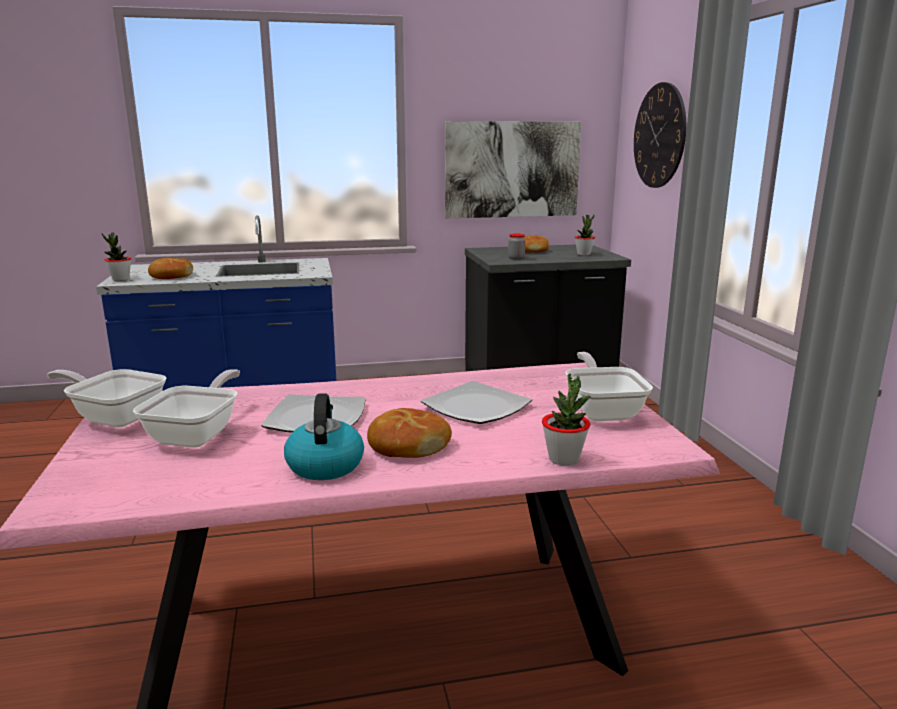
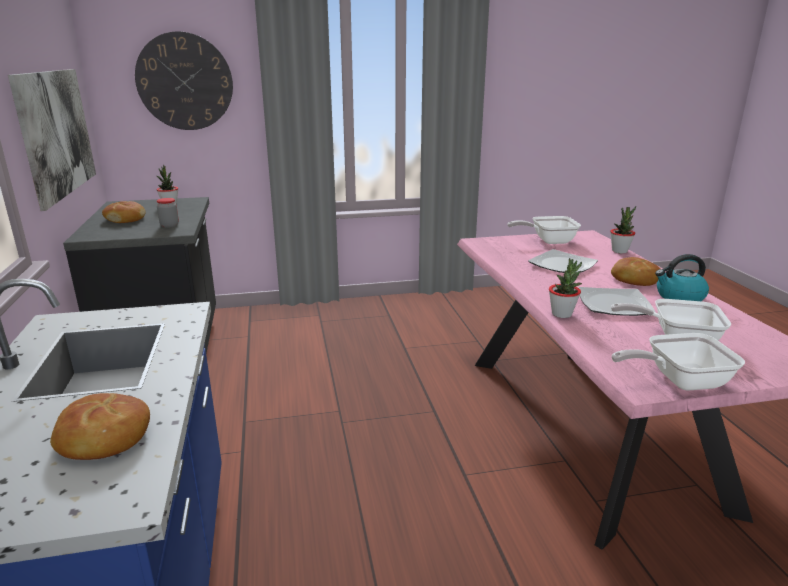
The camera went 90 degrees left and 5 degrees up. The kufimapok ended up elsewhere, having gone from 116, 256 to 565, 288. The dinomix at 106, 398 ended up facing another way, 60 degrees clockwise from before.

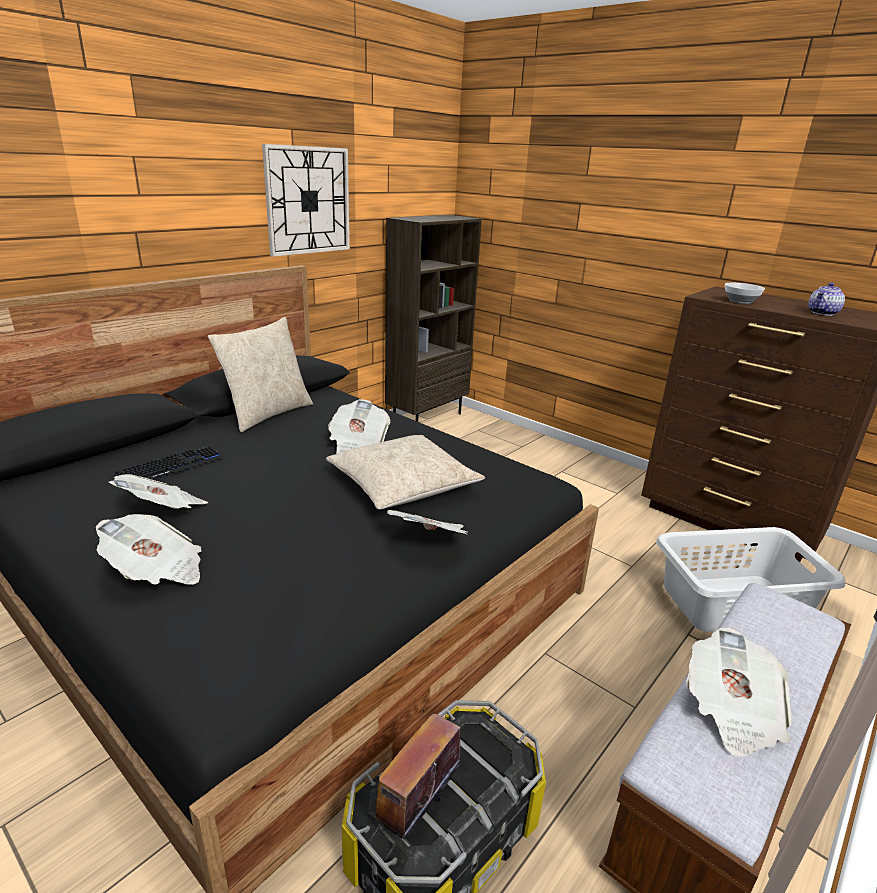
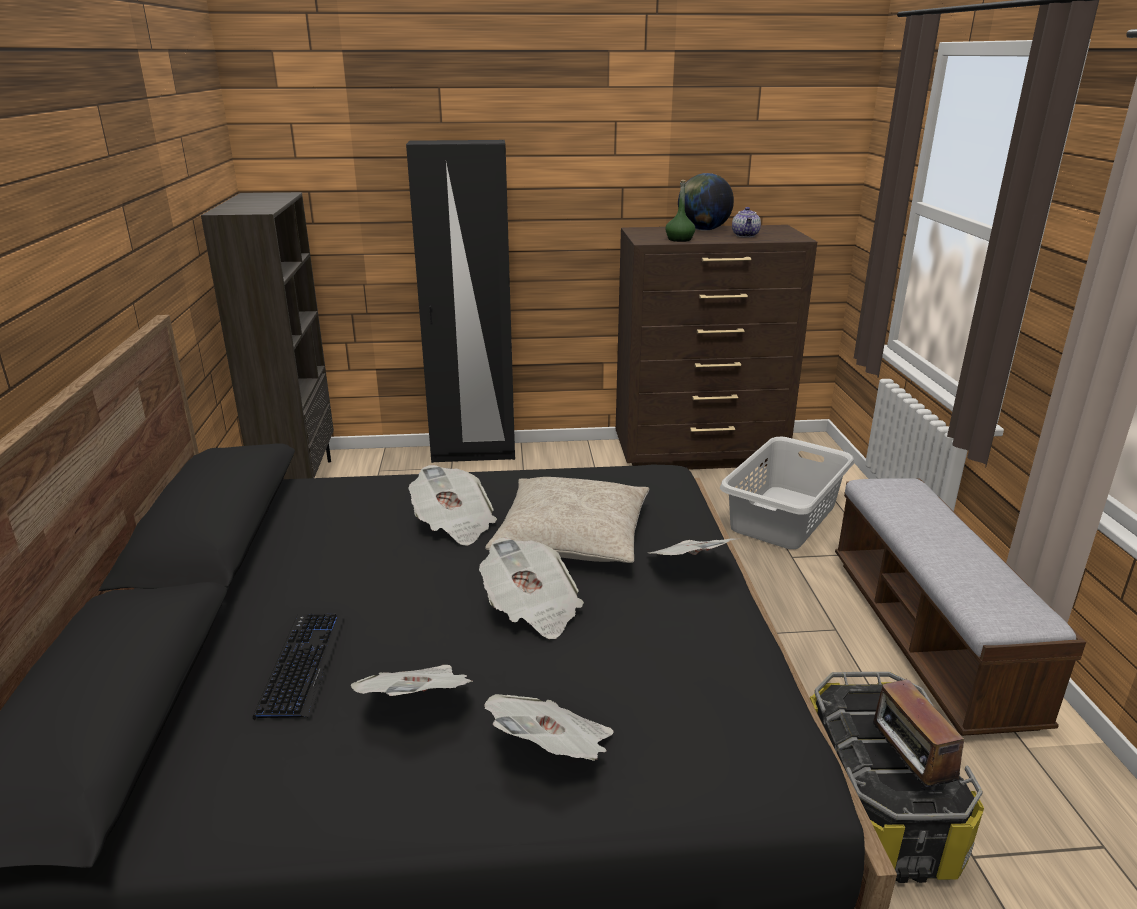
The camera went 45 degrees left and 0 degrees up. The second view gained the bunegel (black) at 460, 301. The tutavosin ended up elsewhere, having gone from 738, 692 to 531, 588. Where the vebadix stood at 745, 293, the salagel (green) came to stand at 680, 211. The second view gained the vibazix at 706, 202. The second view lost the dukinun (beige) at 260, 374. The second view lost the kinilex at 306, 200.

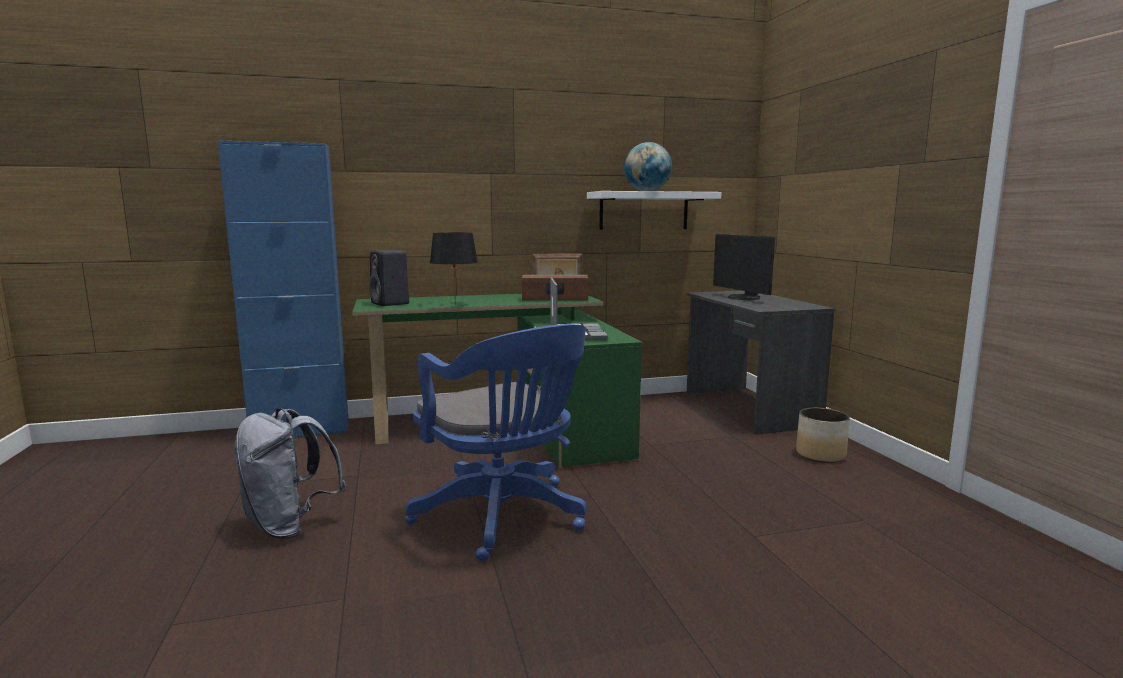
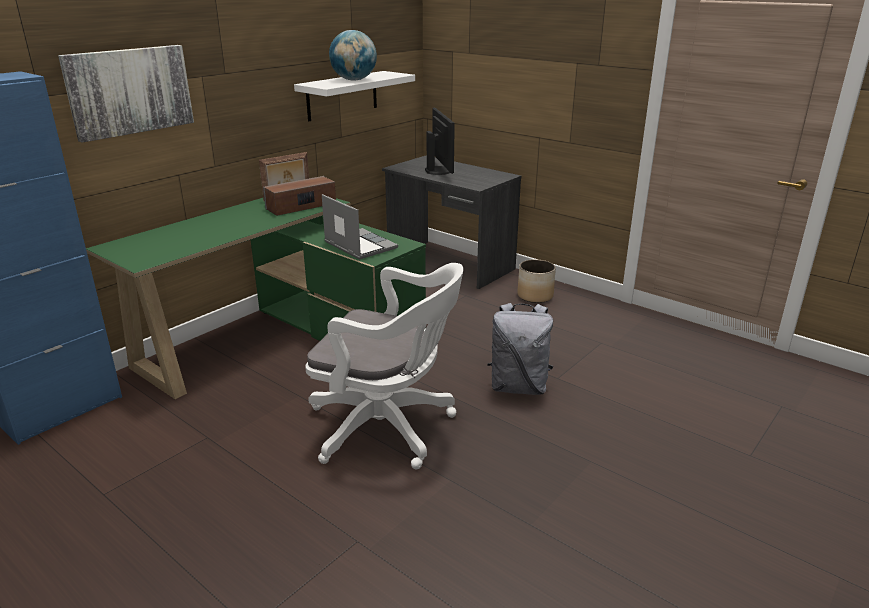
The camera went 35 degrees left and 15 degrees up. The second view gained the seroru at 126, 94. What was the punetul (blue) at 496, 443 turned into the punetul (white) at 384, 366. The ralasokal at 744, 267 ended up facing another way, 135 degrees counterclockwise from before. The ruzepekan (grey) ended up elsewhere, having gone from 290, 473 to 520, 349. The second view lost the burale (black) at 389, 278. The second view lost the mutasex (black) at 454, 269.

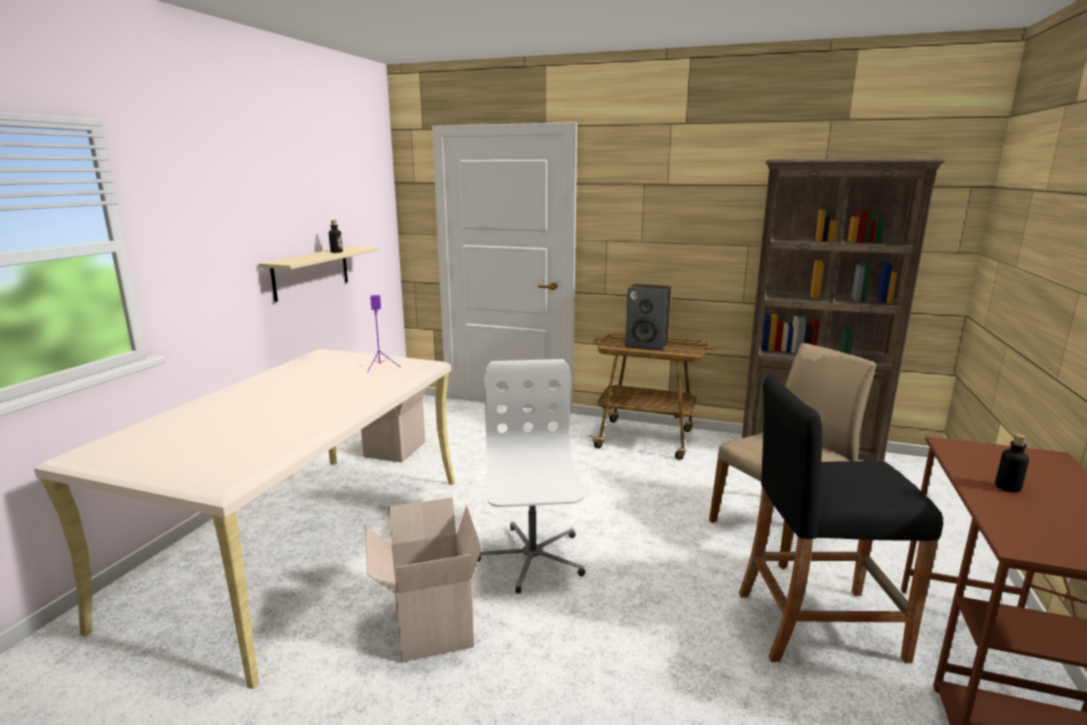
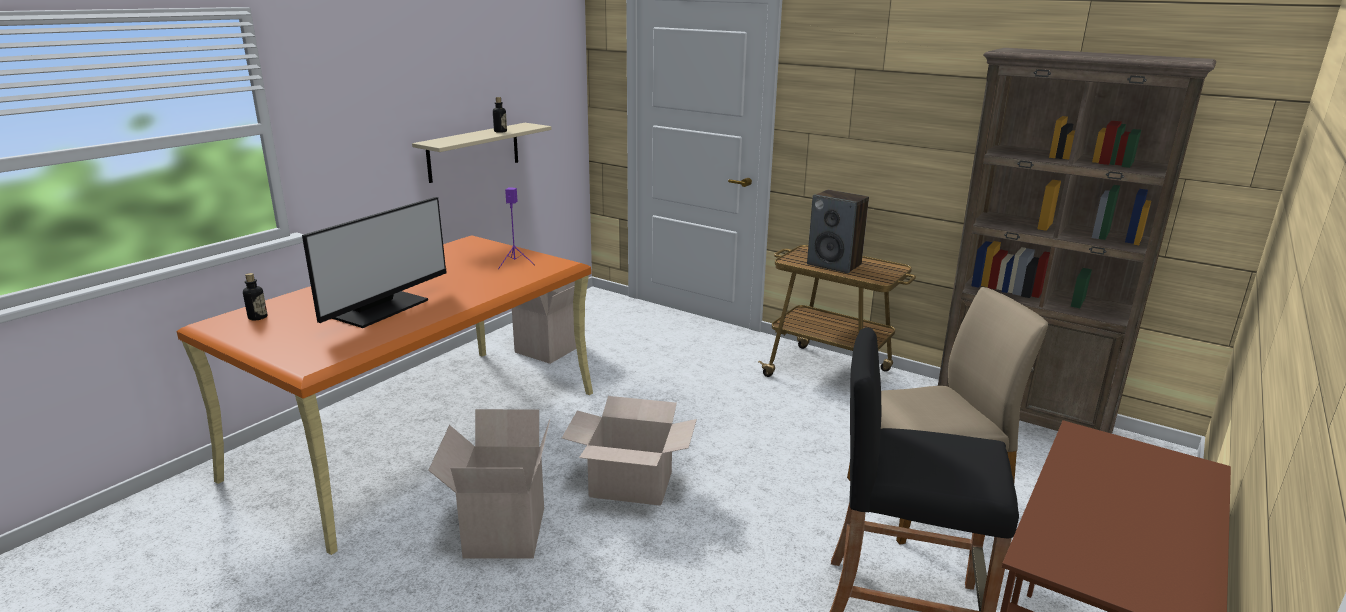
The camera went 15 degrees right and 5 degrees up. What was the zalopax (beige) at 244, 519 turned into the zalopax (orange) at 384, 395. The salagel ended up elsewhere, having gone from 1012, 463 to 255, 296. The second view gained the ralasokal at 374, 262. Where the punetul (white) stood at 531, 476, the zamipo came to stand at 629, 451.

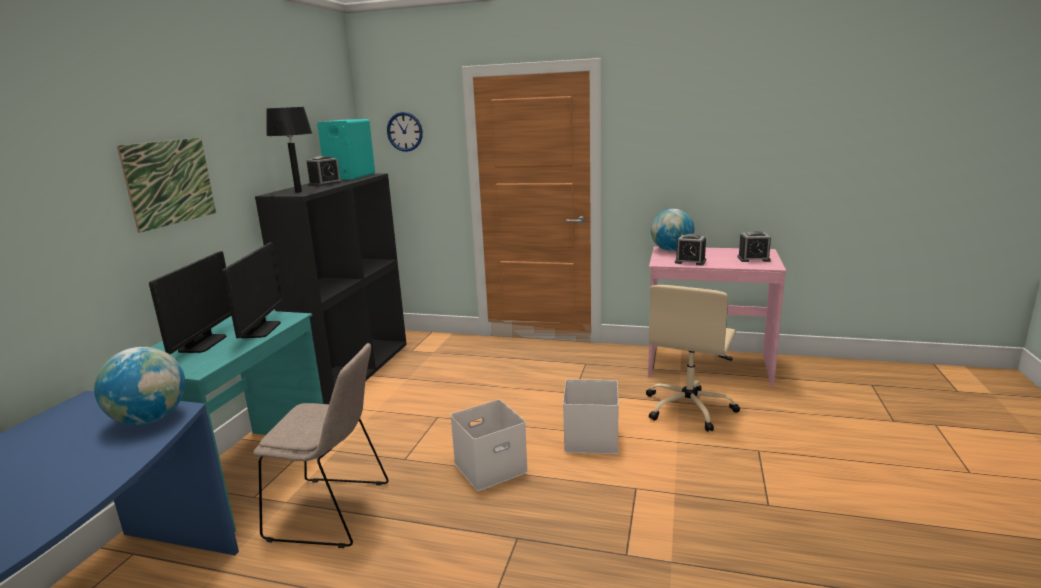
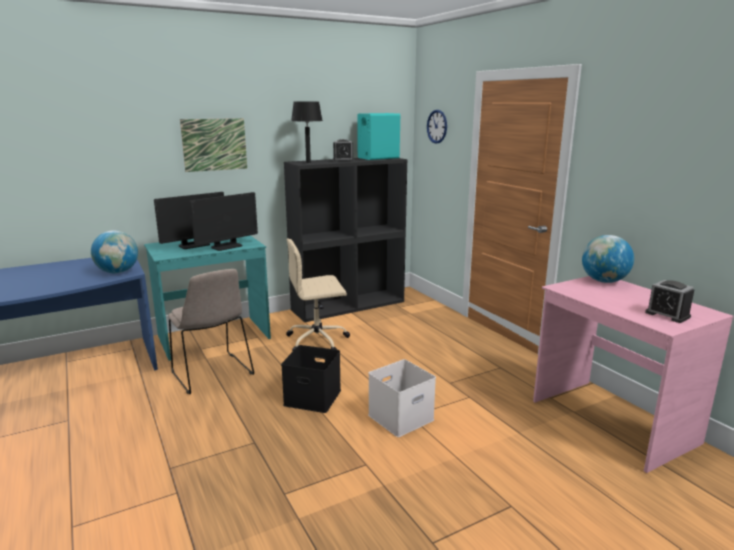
The camera went 45 degrees right and 0 degrees up. What was the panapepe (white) at 489, 445 turned into the panapepe (black) at 311, 379. The punetul (beige) ended up elsewhere, having gone from 693, 358 to 318, 294. The second view lost the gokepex at 690, 250.

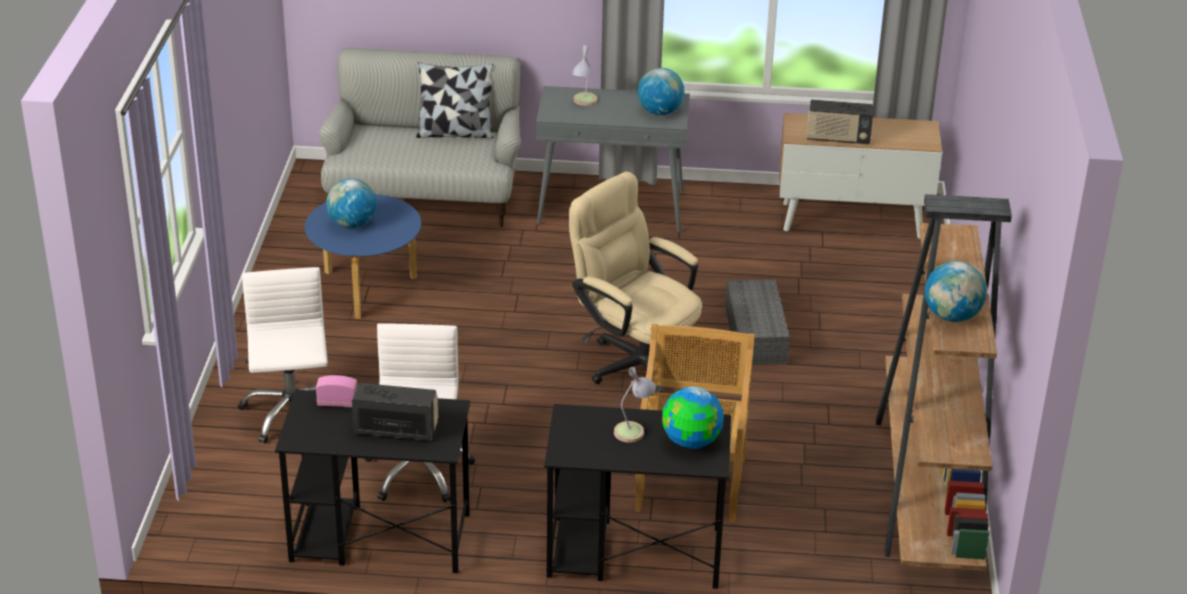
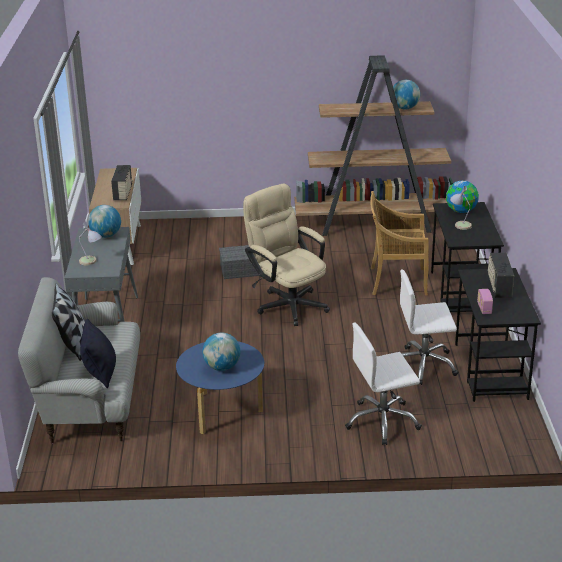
The camera went 95 degrees left and 5 degrees down. The second view gained the dukinun (black) at 98, 353. The punetul (beige) at 635, 282 ended up facing another way, 105 degrees clockwise from before.

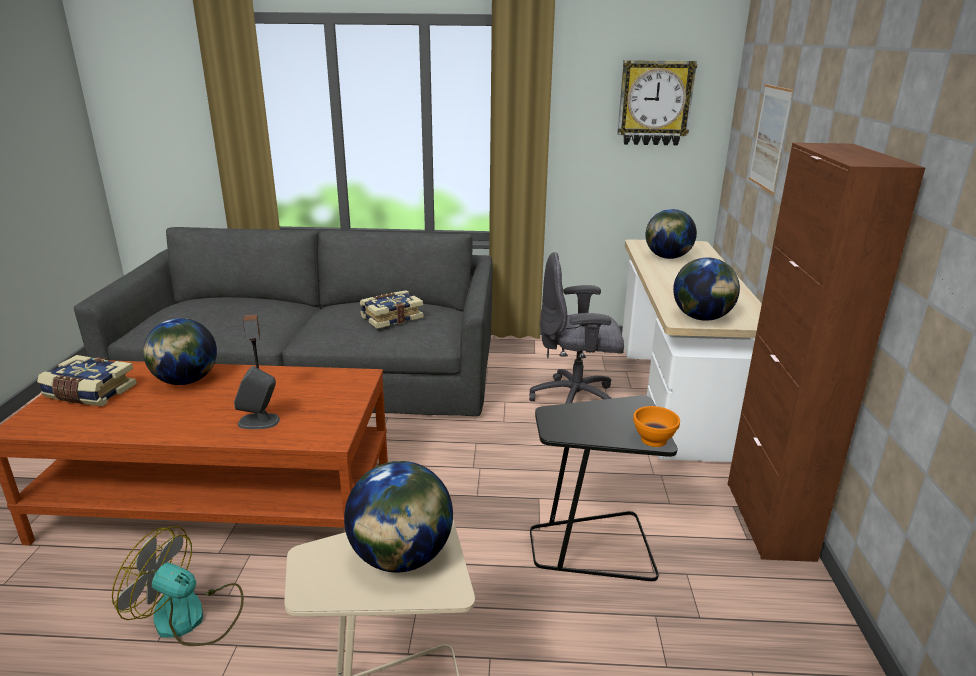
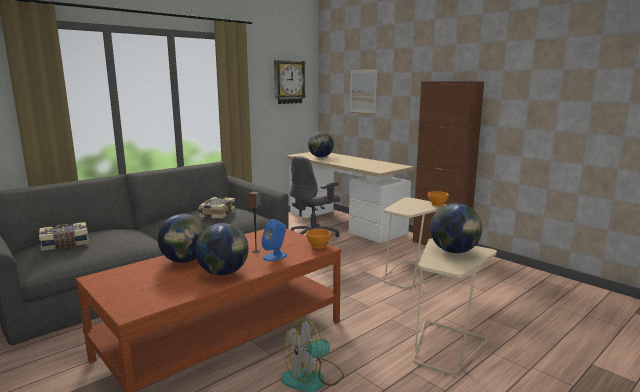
The camera went 45 degrees left and 10 degrees down. The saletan ended up elsewhere, having gone from 87, 380 to 64, 236. The vibazix ended up elsewhere, having gone from 706, 289 to 222, 249. What was the burale (grey) at 257, 397 turned into the burale (blue) at 274, 240. The second view gained the vebadix (orange) at 318, 239. What was the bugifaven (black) at 604, 488 turned into the bugifaven (beige) at 414, 243.

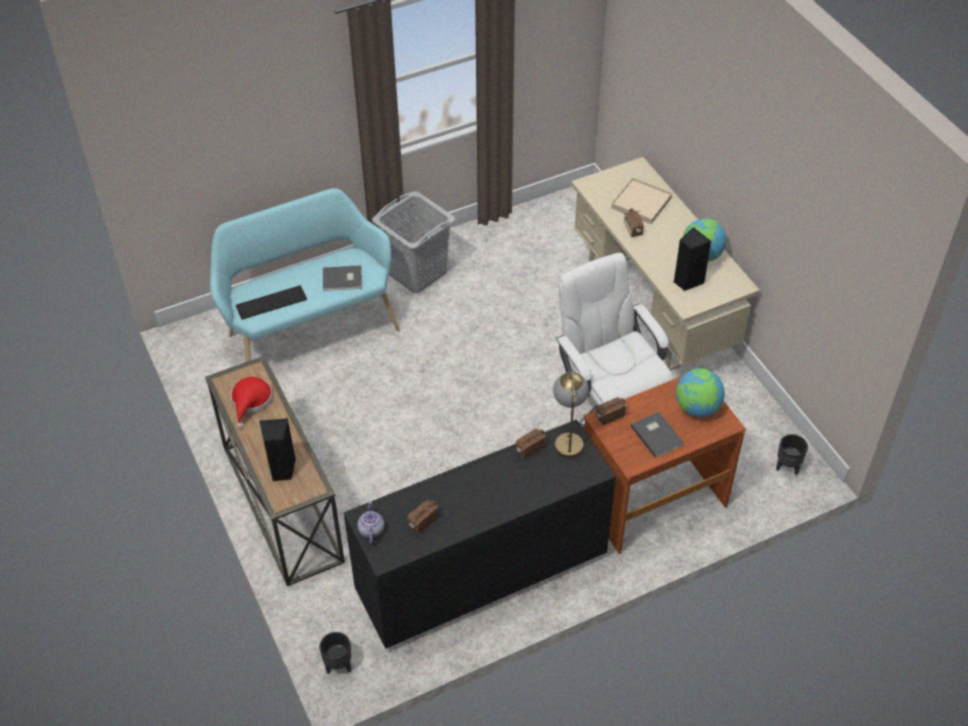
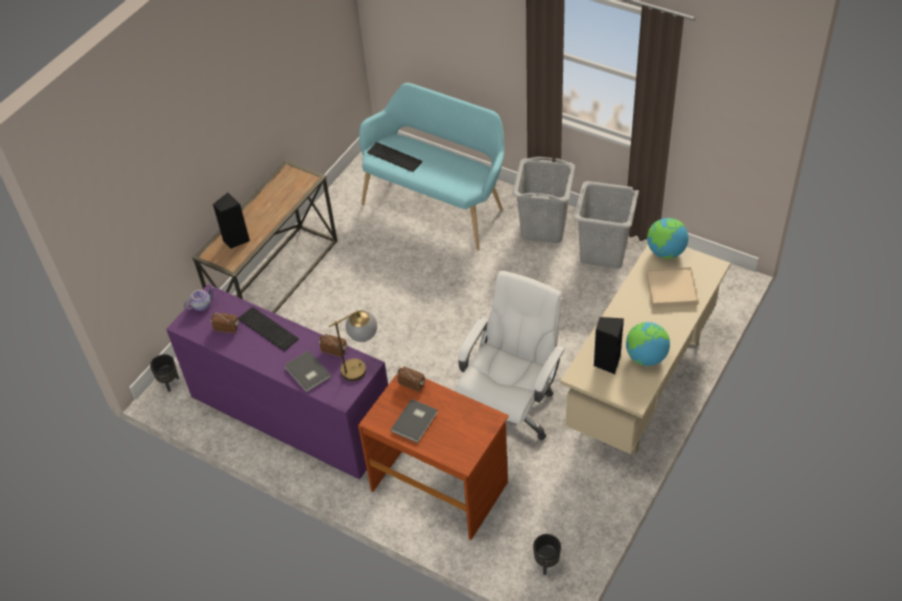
The camera went 60 degrees right and 0 degrees up. What was the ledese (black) at 480, 534 turned into the ledese (purple) at 277, 382. The second view gained the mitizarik at 268, 329. The saletan (grey) ended up elsewhere, having gone from 342, 278 to 307, 371. The second view gained the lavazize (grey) at 606, 225. The vibazix ended up elsewhere, having gone from 700, 392 to 667, 238. The second view lost the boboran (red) at 252, 402. The second view lost the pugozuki at 634, 222.

